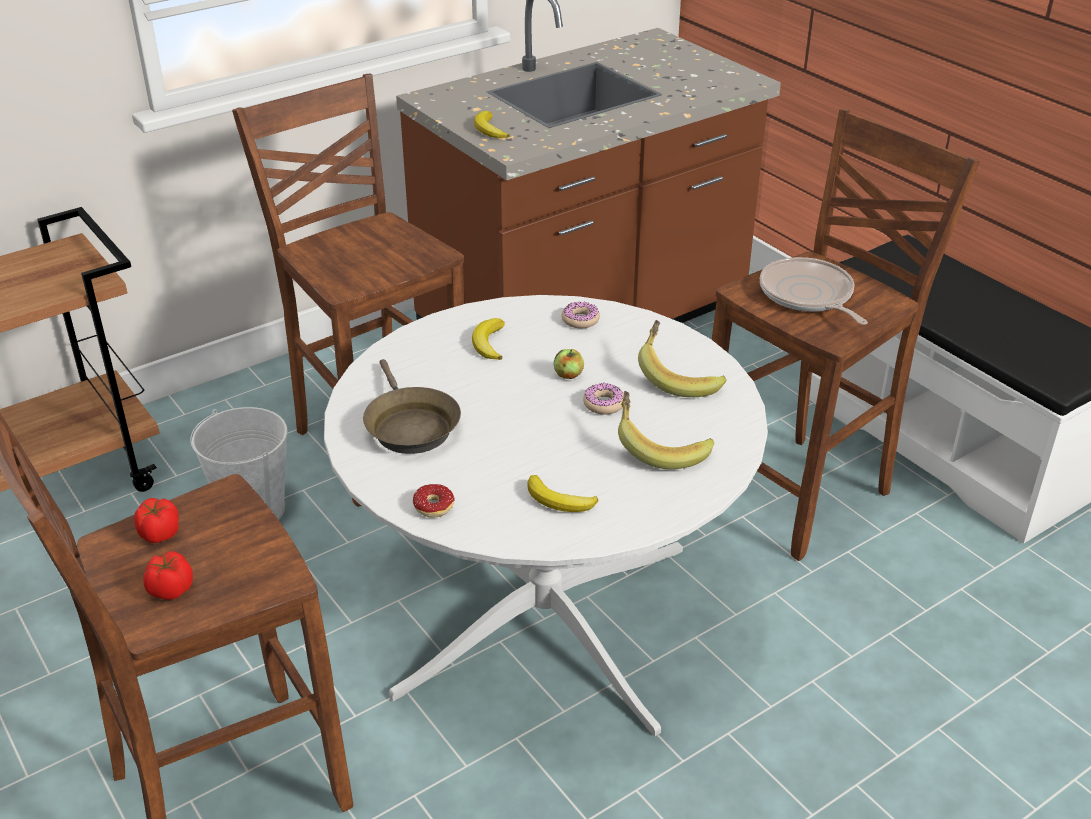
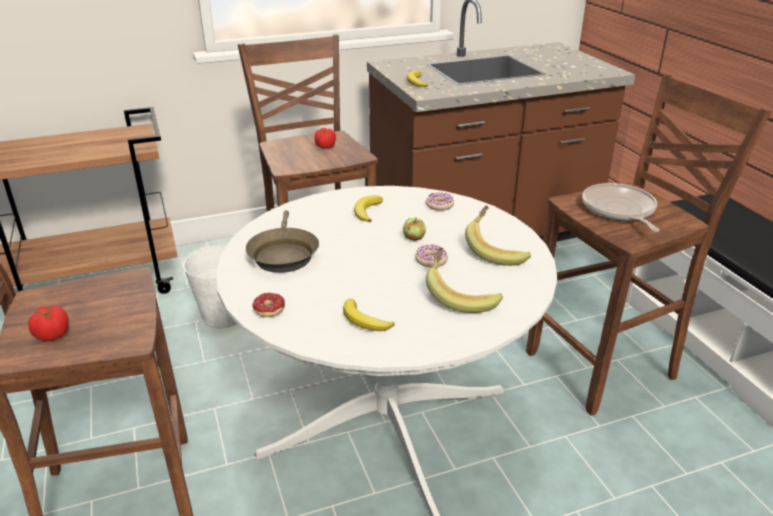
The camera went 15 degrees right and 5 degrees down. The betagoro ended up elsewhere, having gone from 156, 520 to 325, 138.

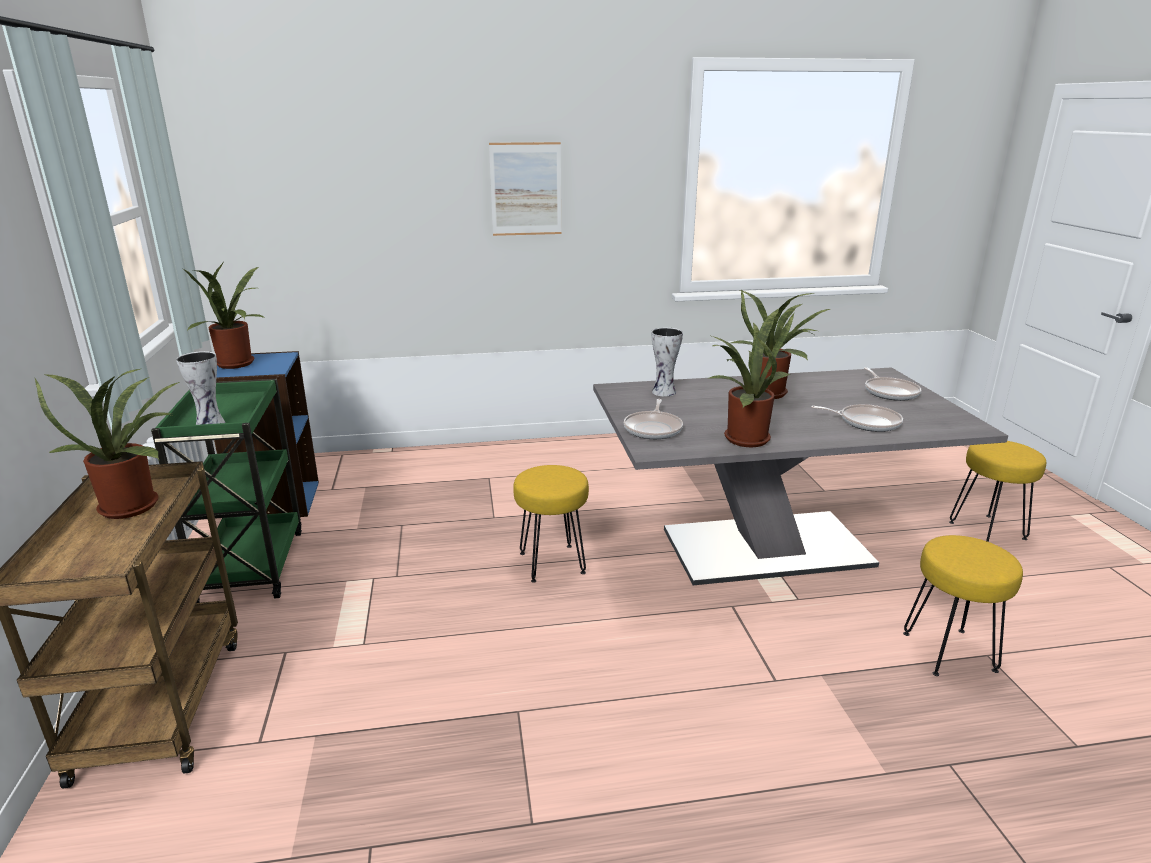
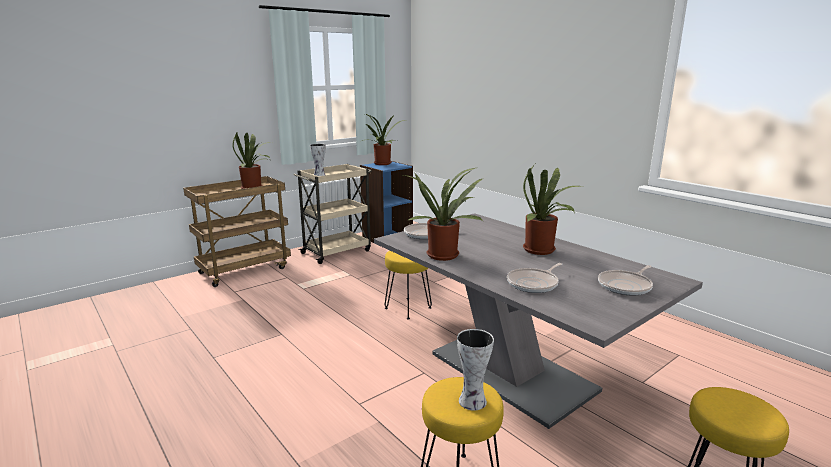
The camera went 60 degrees right and 5 degrees down. What was the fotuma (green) at 226, 491 turned into the fotuma (beige) at 333, 214. The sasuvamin ended up elsewhere, having gone from 667, 362 to 475, 369. The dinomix at 857, 418 ended up facing another way, 60 degrees clockwise from before. The second view lost the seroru at 525, 189.

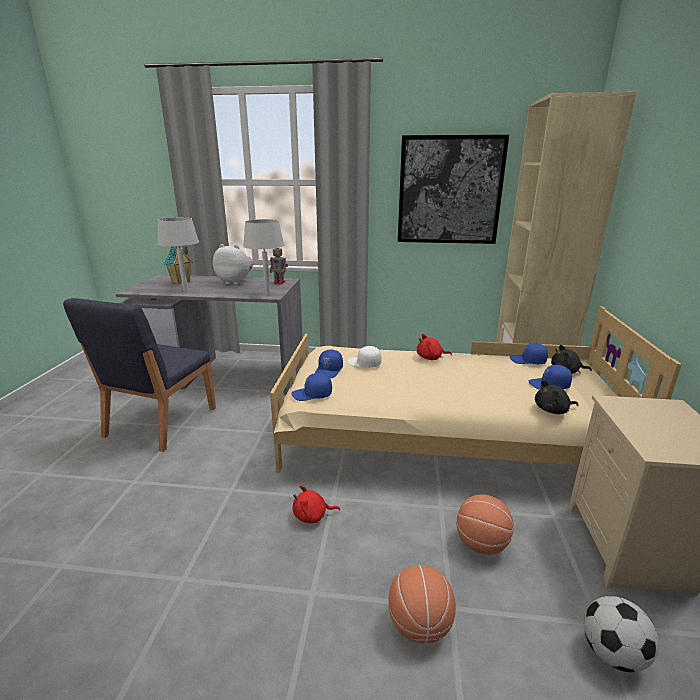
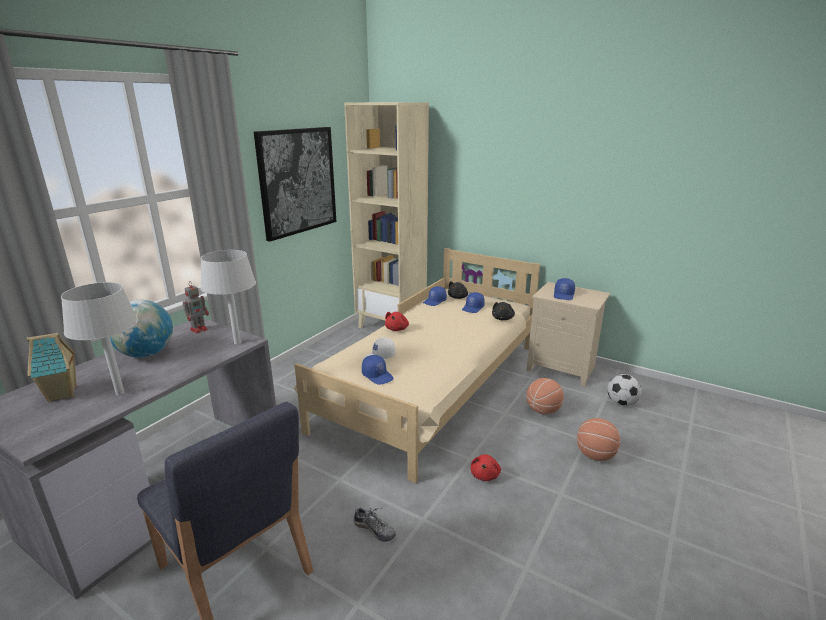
The camera went 65 degrees left and 0 degrees up. Where the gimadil stood at 233, 264, the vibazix came to stand at 141, 329. The second view gained the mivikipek at 374, 524. The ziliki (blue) ended up elsewhere, having gone from 311, 387 to 564, 289.

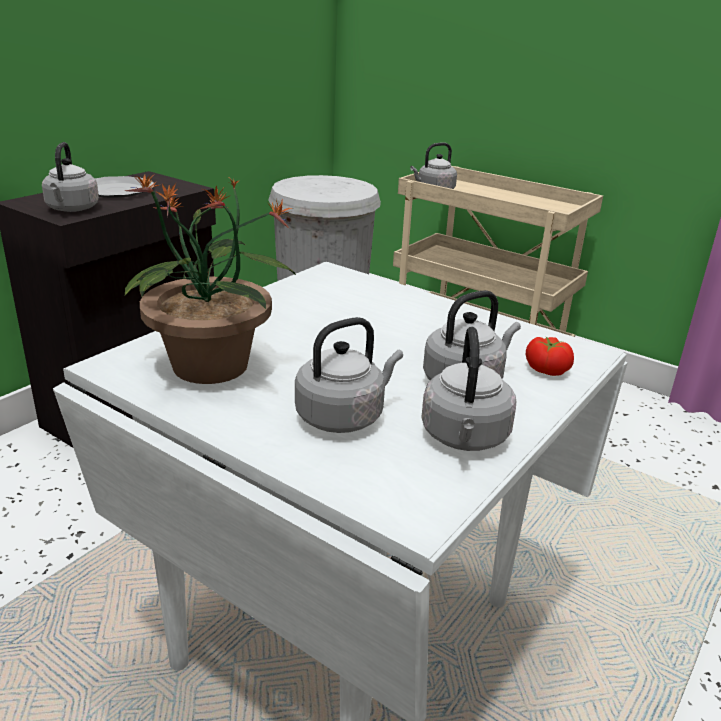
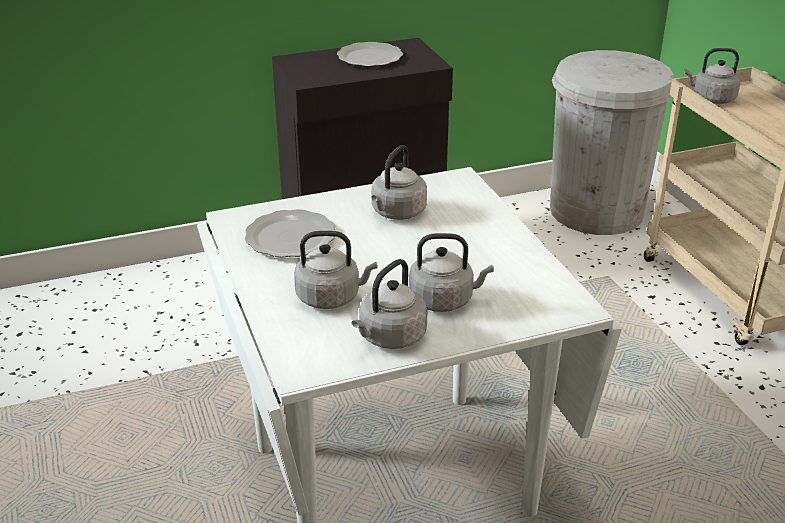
The camera went 35 degrees right and 5 degrees up. Where the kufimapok stood at 210, 279, the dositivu came to stand at 290, 233. The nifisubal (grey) ended up elsewhere, having gone from 70, 177 to 399, 182. The second view lost the betagoro at 550, 356.

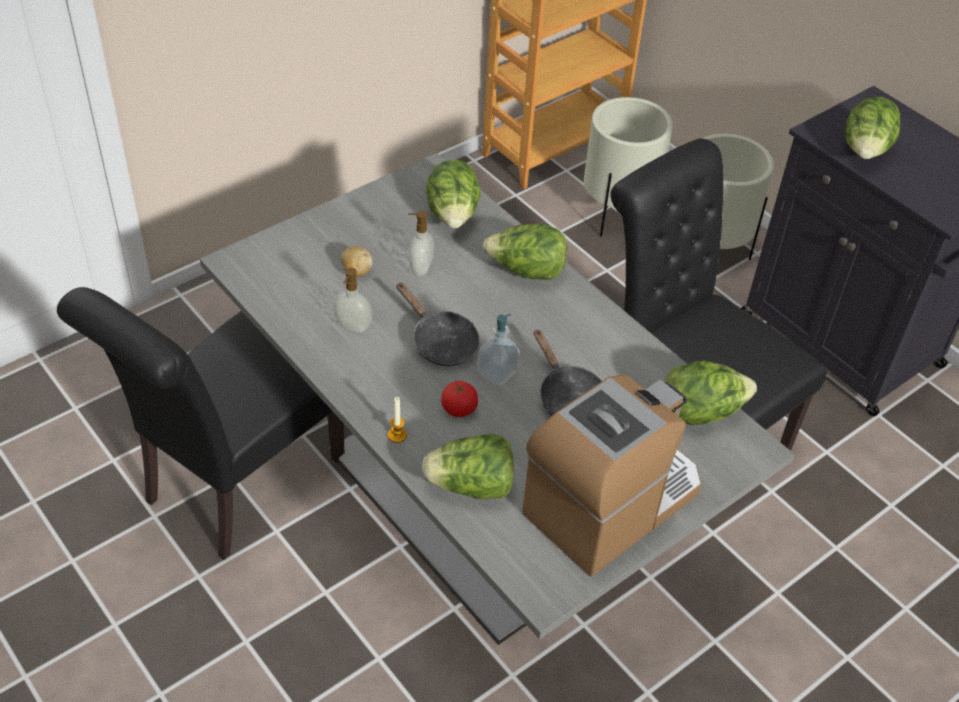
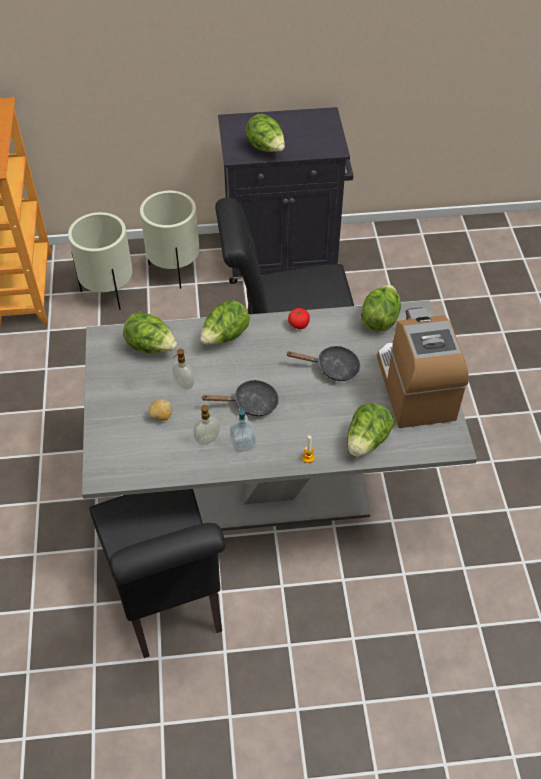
The camera went 55 degrees left and 5 degrees up. The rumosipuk ended up elsewhere, having gone from 499, 349 to 243, 430. The betagoro ended up elsewhere, having gone from 459, 399 to 299, 318.

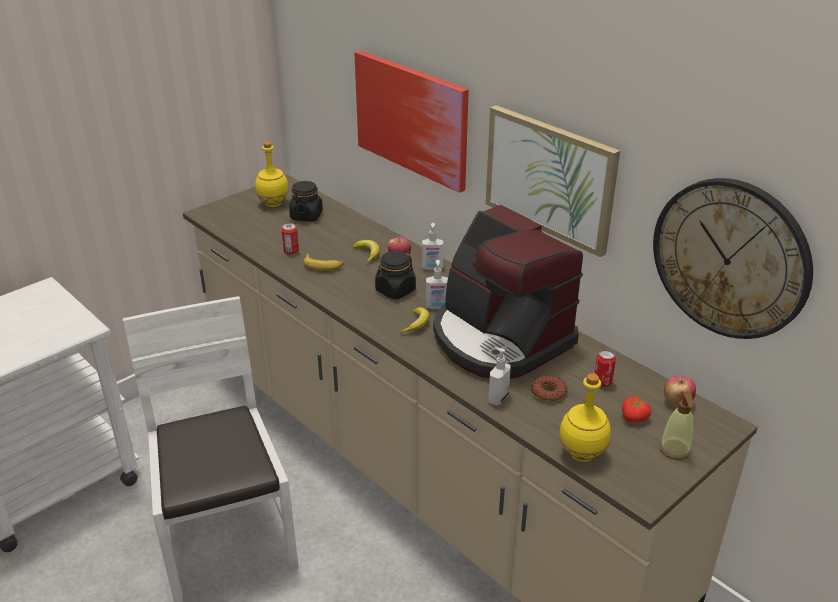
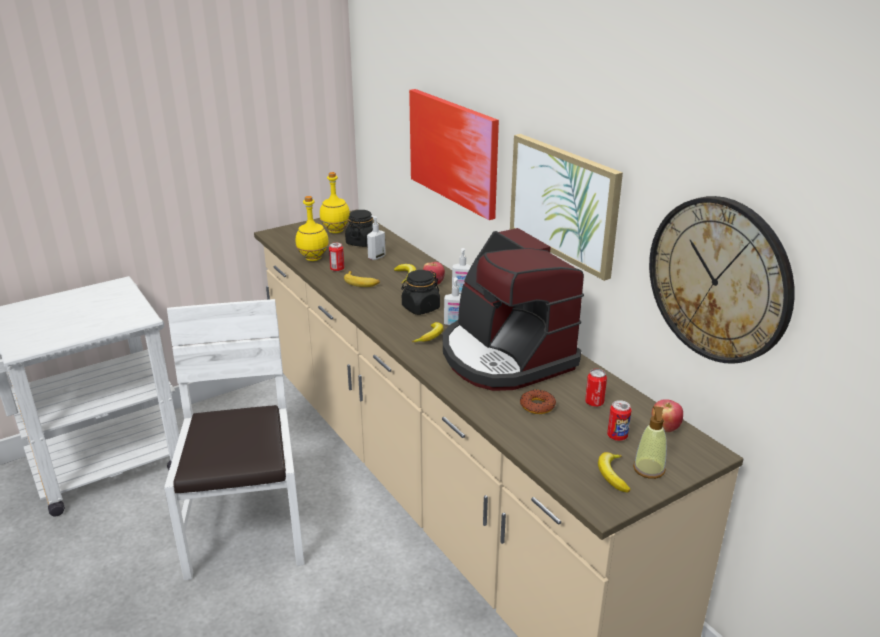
The camera went 10 degrees right and 5 degrees down. The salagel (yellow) ended up elsewhere, having gone from 585, 417 to 312, 228. The rumosipuk ended up elsewhere, having gone from 499, 376 to 376, 237. The second view gained the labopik at 614, 472. Where the betagoro stood at 636, 409, the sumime came to stand at 619, 420.

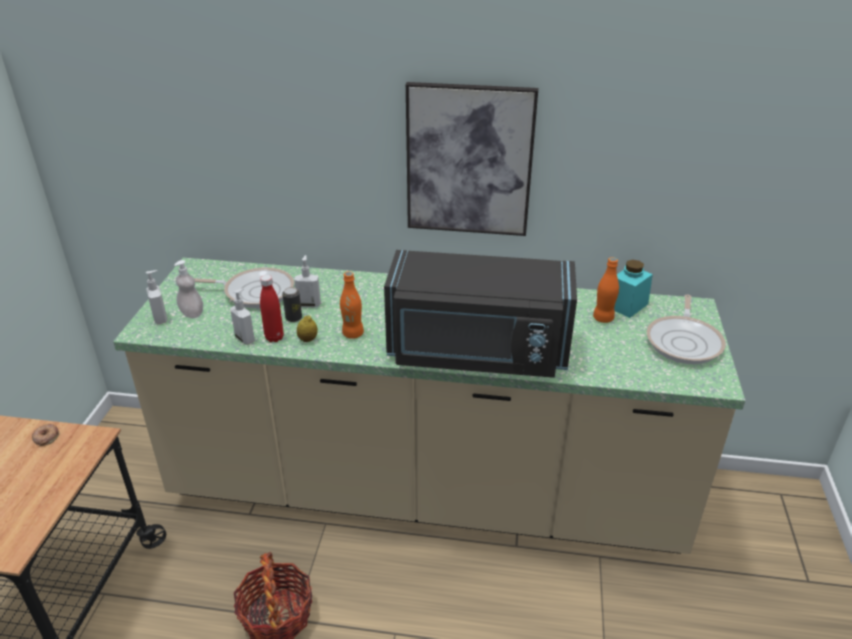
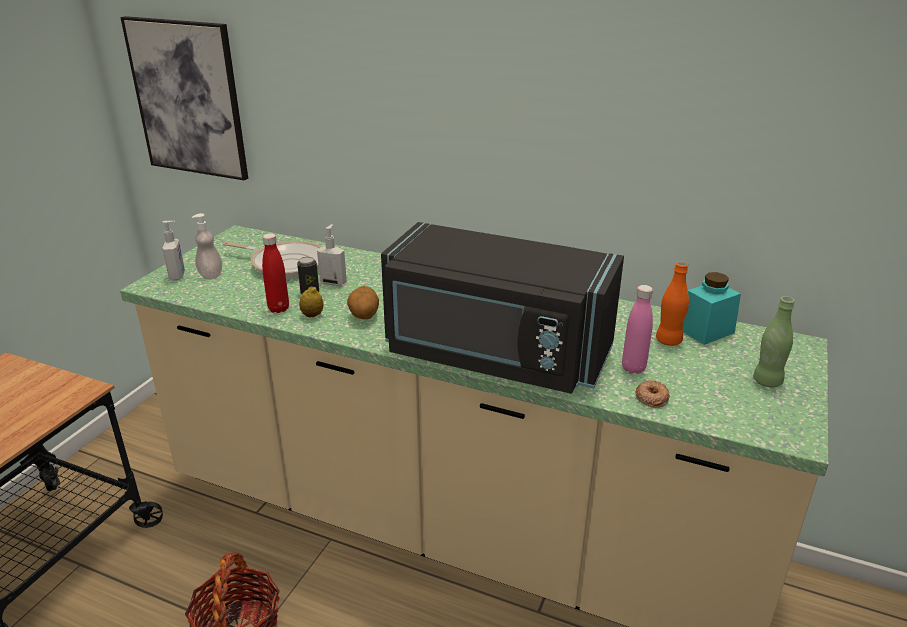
The camera went 15 degrees right and 5 degrees down. The seroru ended up elsewhere, having gone from 472, 159 to 184, 98. Where the salagel (orange) stood at 352, 305, the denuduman came to stand at 363, 302. The second view gained the salagel (pink) at 637, 329. The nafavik ended up elsewhere, having gone from 45, 435 to 652, 394. Where the dinomix stood at 686, 329, the salagel (green) came to stand at 774, 341. The second view lost the rumosipuk at 242, 316.

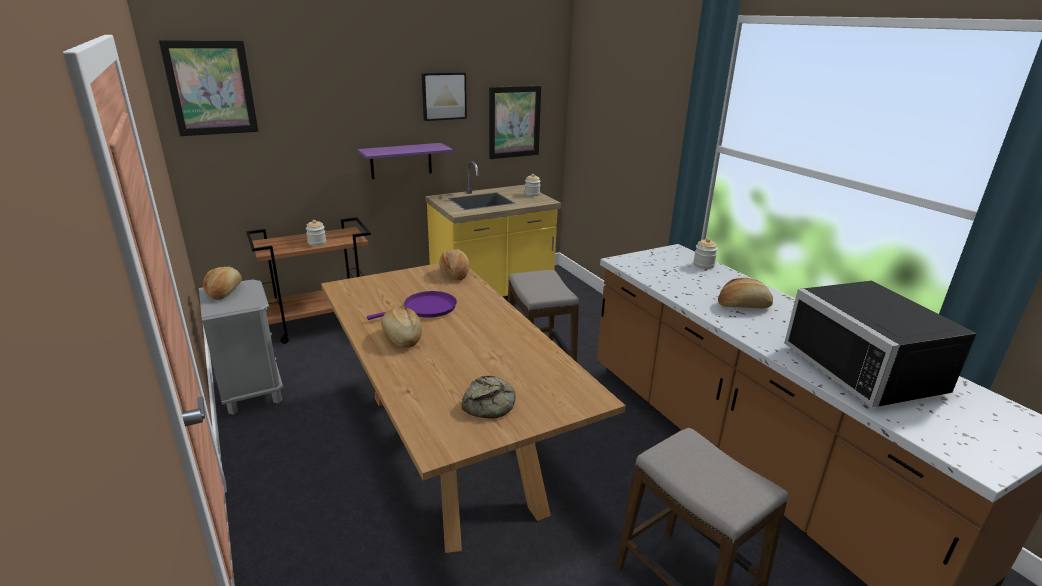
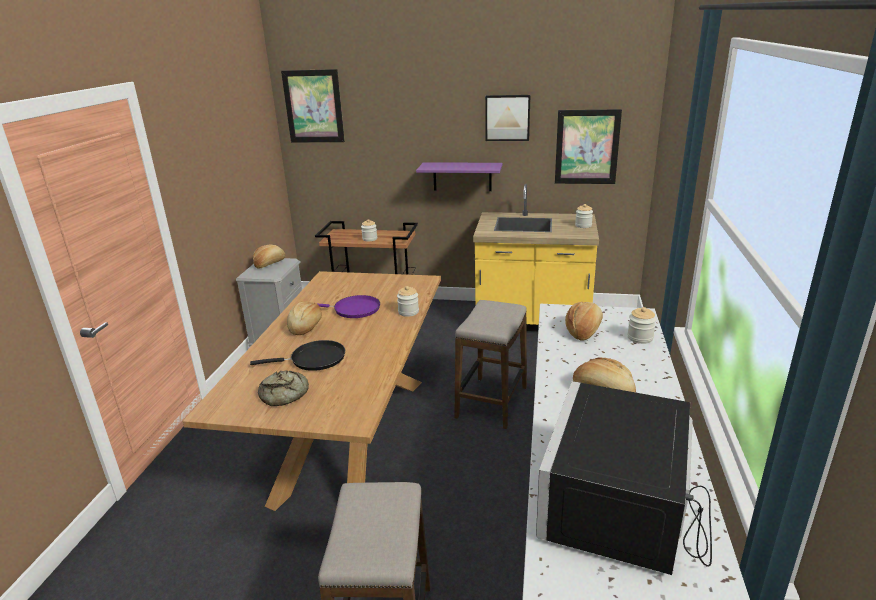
The camera went 40 degrees right and 0 degrees up. The second view gained the dinomix (black) at 297, 355. The second view gained the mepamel at 408, 301. The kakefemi ended up elsewhere, having gone from 454, 265 to 584, 321.

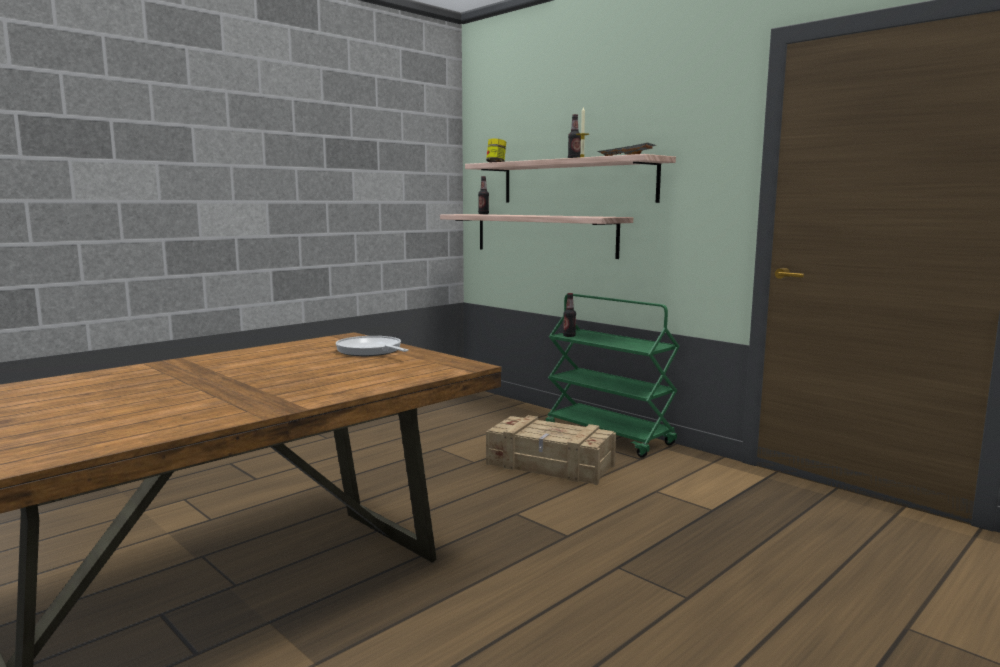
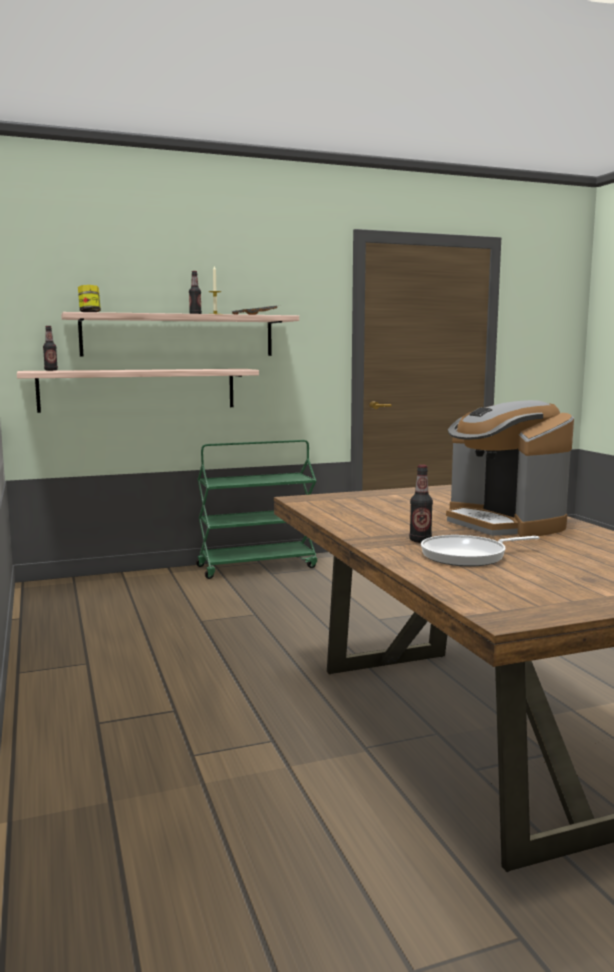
The camera went 65 degrees left and 0 degrees up. The salagel ended up elsewhere, having gone from 569, 315 to 421, 504. The dinomix ended up elsewhere, having gone from 372, 346 to 480, 551. The second view gained the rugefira at 510, 468. The second view lost the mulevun at 551, 450.

